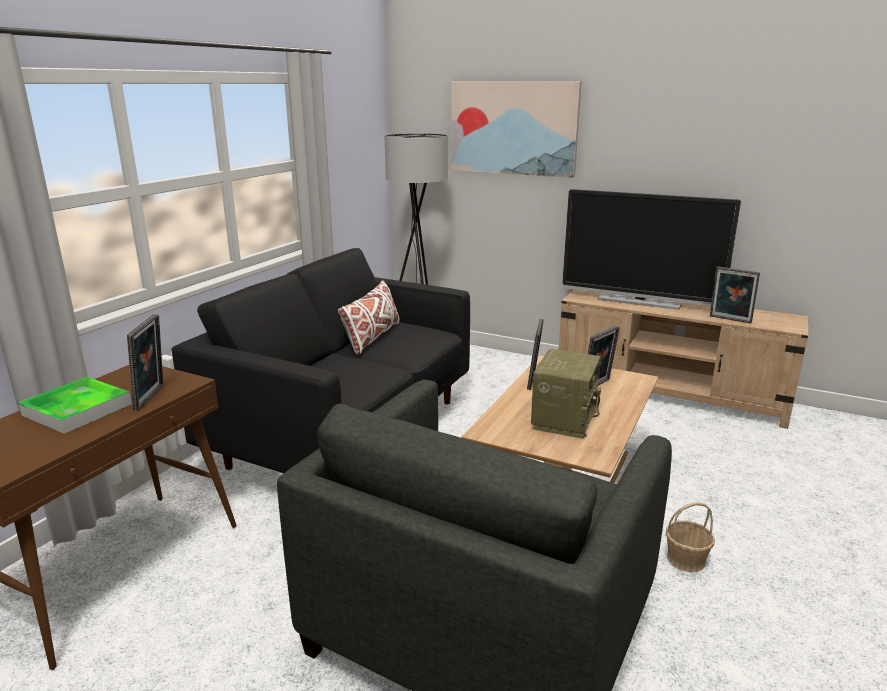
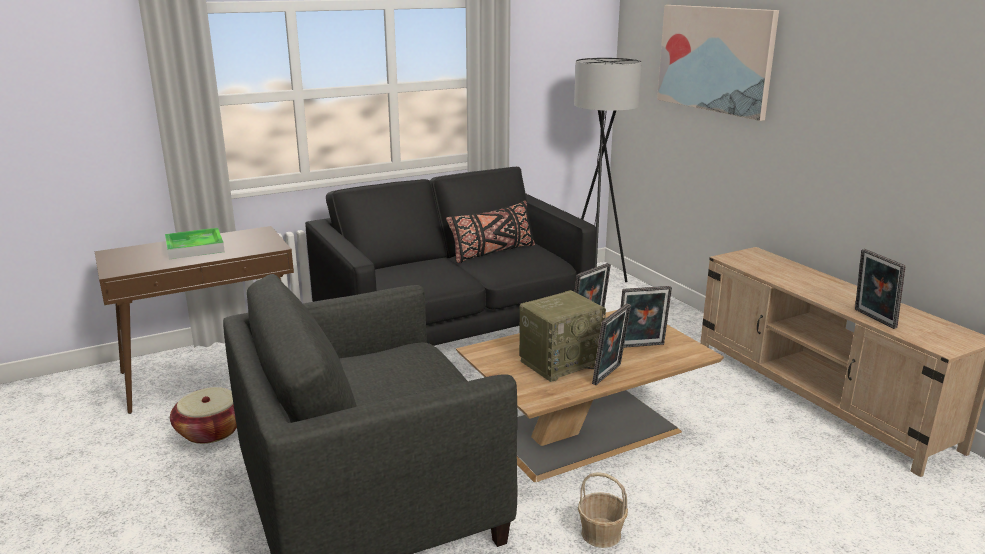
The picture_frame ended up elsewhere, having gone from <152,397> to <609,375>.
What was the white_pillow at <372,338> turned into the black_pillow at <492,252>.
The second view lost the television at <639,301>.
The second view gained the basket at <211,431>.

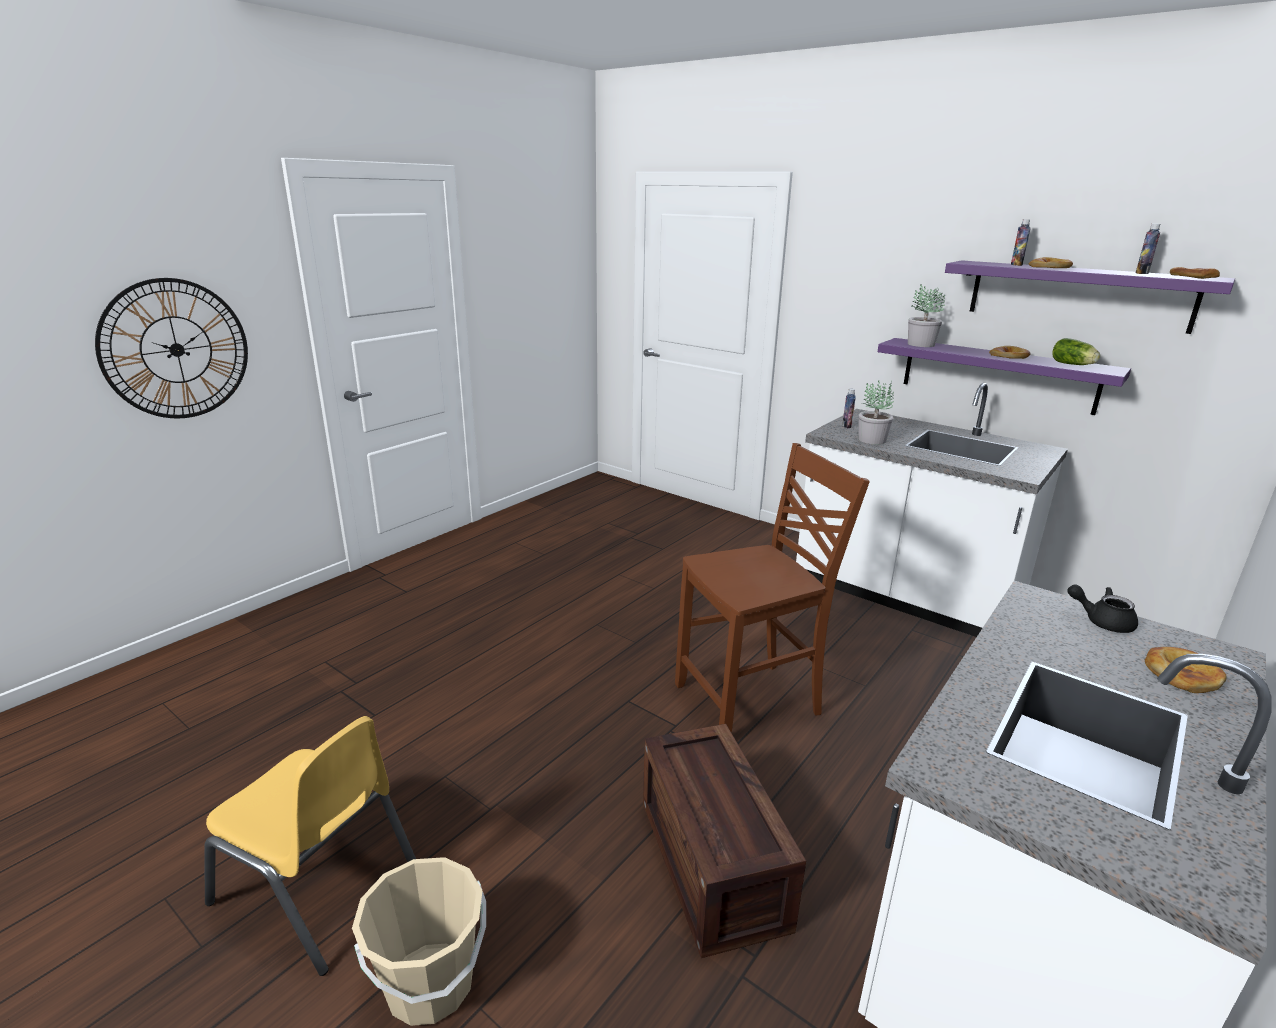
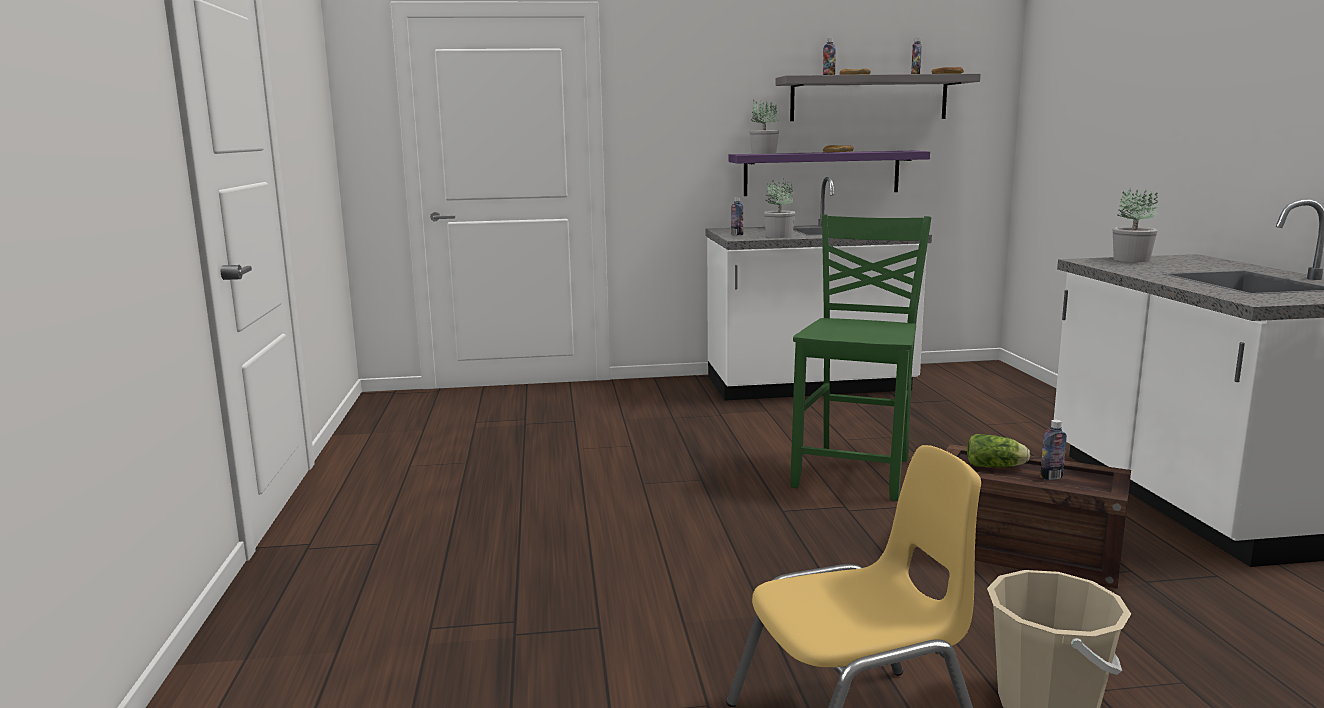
The second view lost the wall_clock at <176,349>.
What was the brown_chair at <751,701> turned into the green_chair at <856,473>.
What was the purple_shelf at <1078,295> turned into the grey_shelf at <869,98>.
The lettuce ended up elsewhere, having gone from <1074,365> to <997,467>.
Where the black_teapot stood at <1101,621>, the potted_plant came to stand at <1131,260>.
The second view lost the bread at <1182,674>.
The second view gained the bottle at <1051,477>.

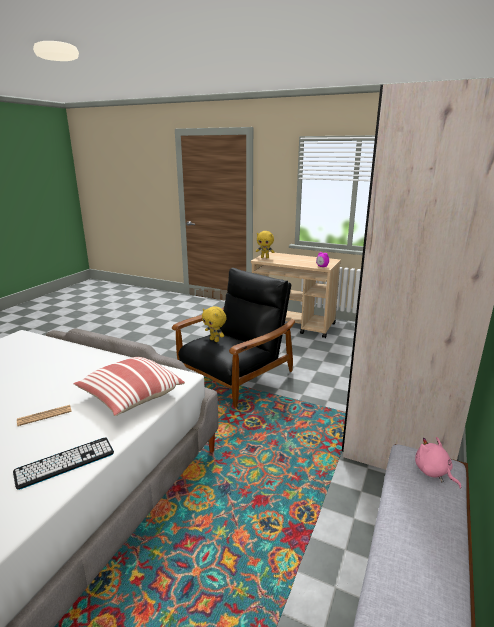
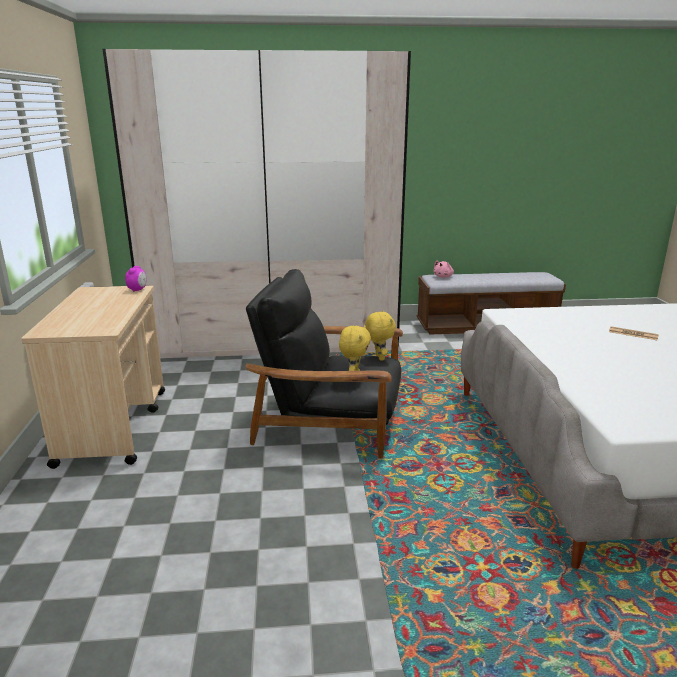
The second view lost the keyboard at <65,462>.
The second view lost the pillow at <130,396>.
The yellow_plush_toy ended up elsewhere, having gone from <265,257> to <379,358>.

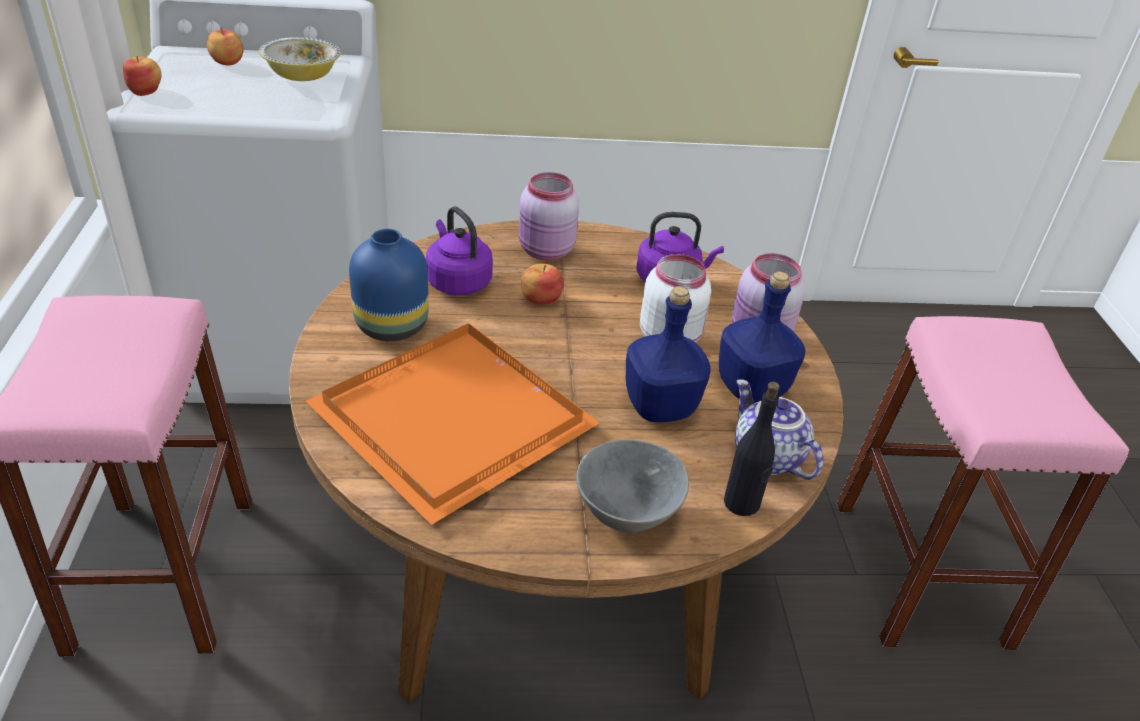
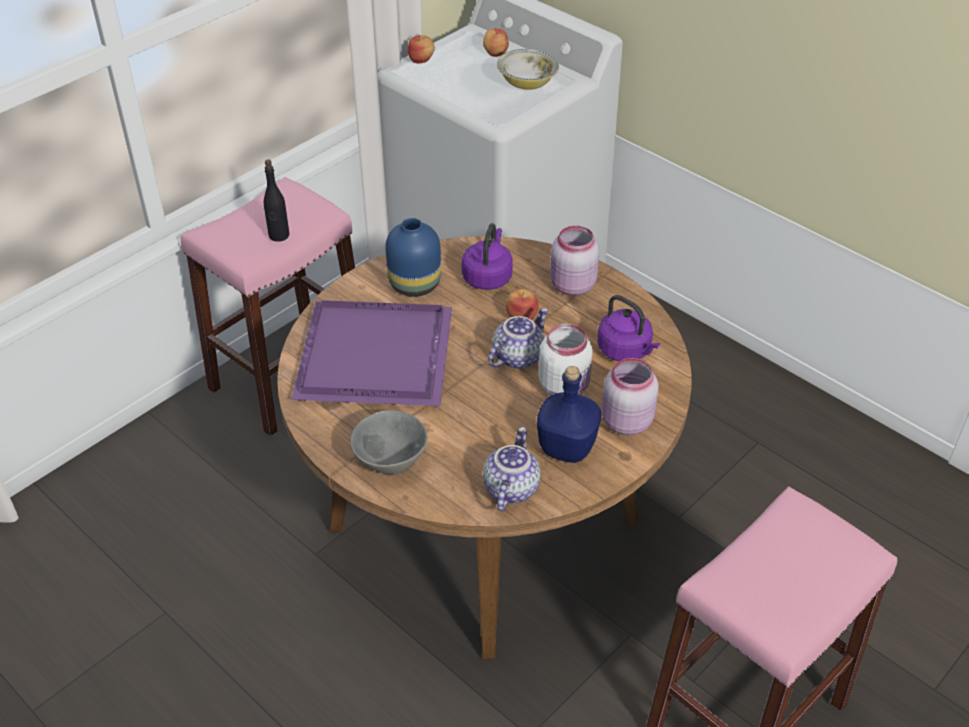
What was the orange_tray at <458,420> turned into the purple_tray at <377,358>.
The second view lost the blue_bottle at <661,406>.
The black_bottle ended up elsewhere, having gone from <742,503> to <279,235>.
The second view gained the teapot at <517,356>.

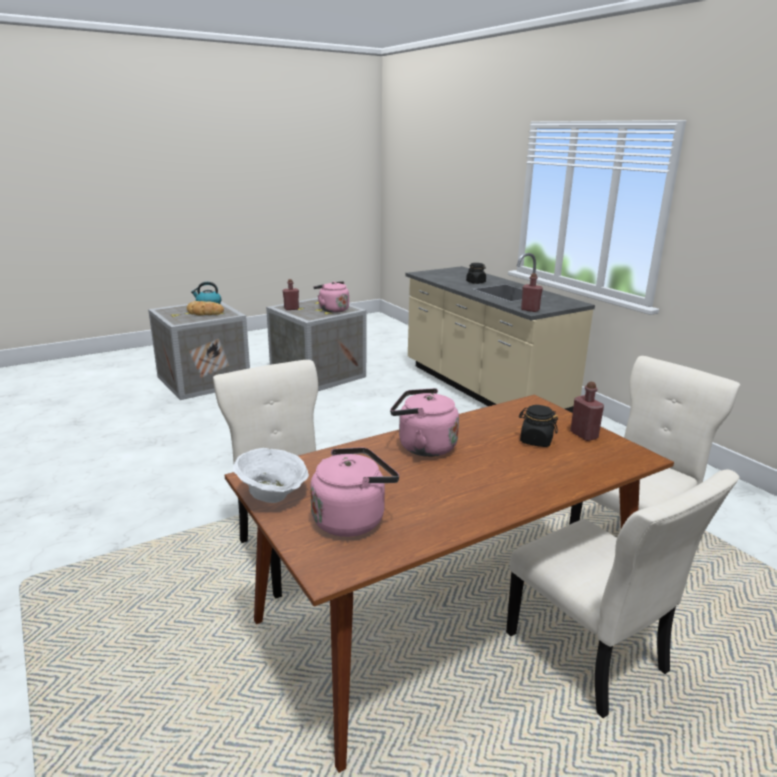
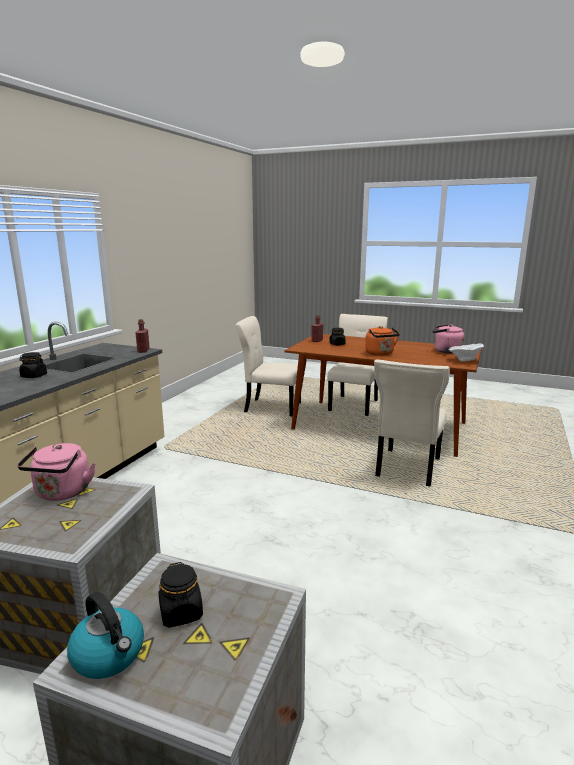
Where the bread stood at <204,312>, the black_jar came to stand at <181,613>.
The second view lost the red_bottle at <291,309>.
What was the pink_kettle at <423,447> turned into the orange_kettle at <380,353>.

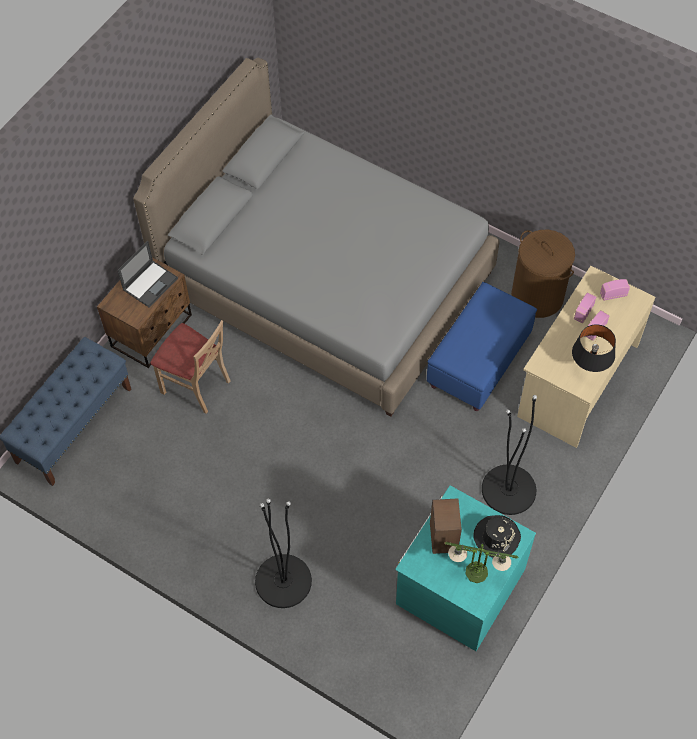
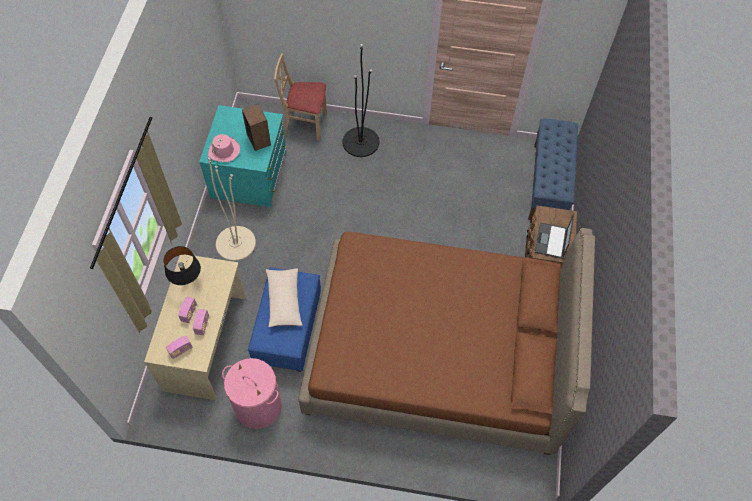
What was the grey_bed at <325,282> turned into the brown_bed at <437,353>.
The beige_chair ended up elsewhere, having gone from <196,385> to <305,123>.
The second view lost the table_lamp at <477,572>.
What was the black_hat at <496,537> turned into the pink_hat at <224,151>.
What was the black_floor_lamp at <508,489> turned into the beige_floor_lamp at <235,243>.
What was the brown_laundry_basket at <537,296> turned into the pink_laundry_basket at <258,406>.
The second view gained the beige_pillow at <284,300>.

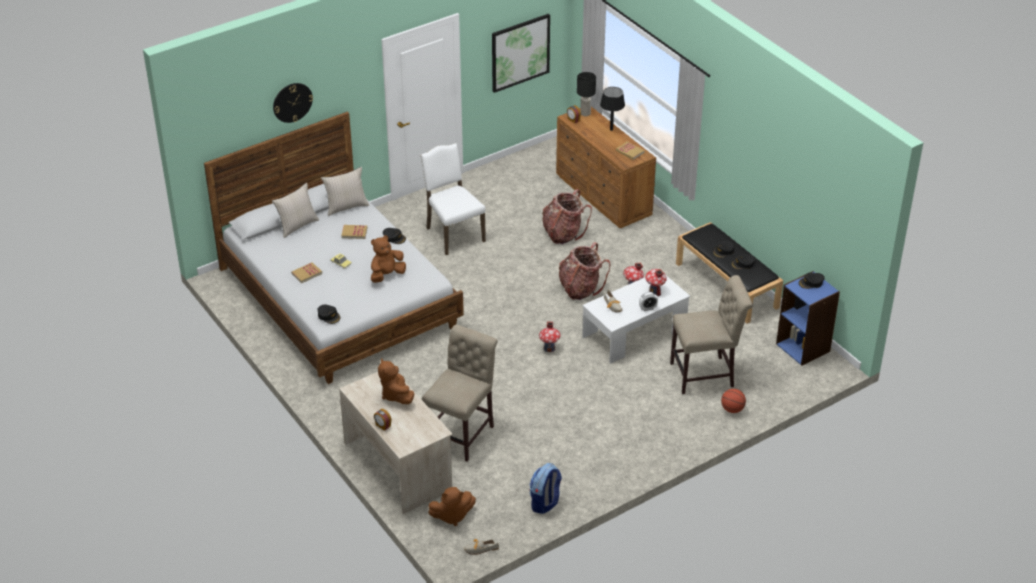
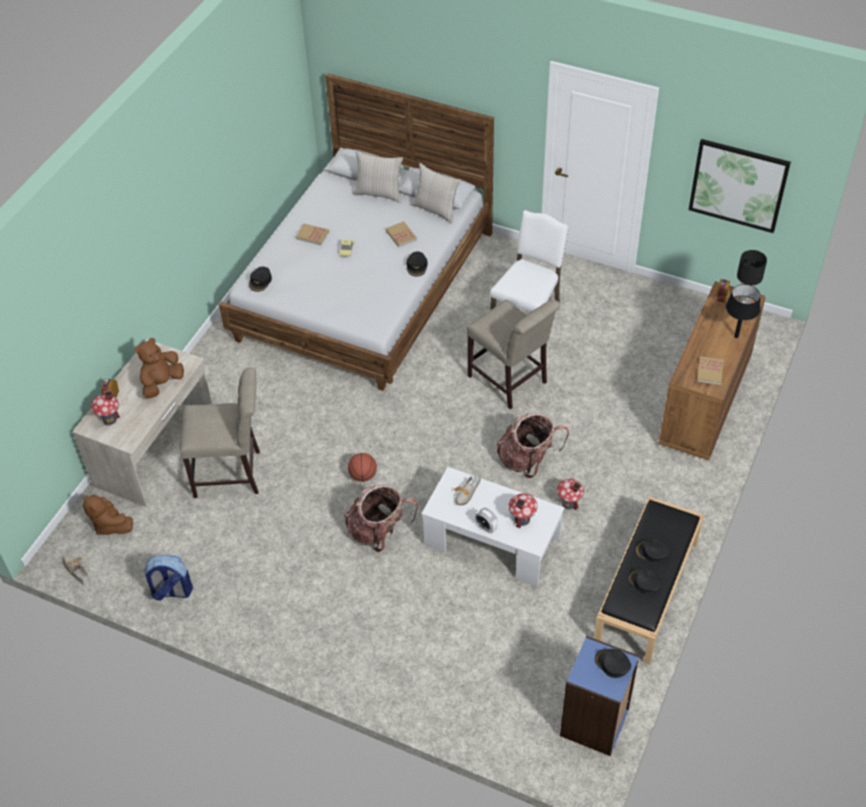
The second view lost the wall_clock at <292,102>.
The second view lost the brown_plush_toy at <386,275>.
The toy_house ended up elsewhere, having gone from <549,348> to <109,419>.
The backpack ended up elsewhere, having gone from <563,233> to <378,531>.
The beige_chair ended up elsewhere, having gone from <706,375> to <510,382>.
The basketball ended up elsewhere, having gone from <732,409> to <363,475>.

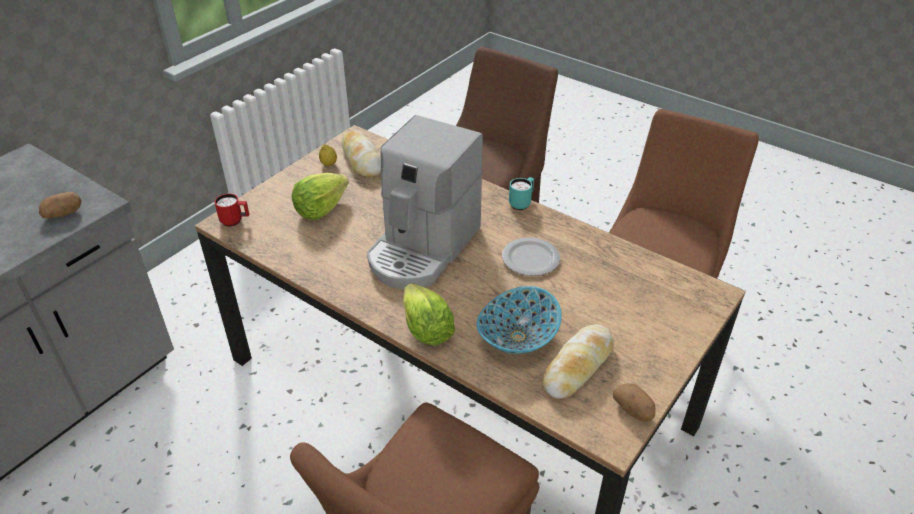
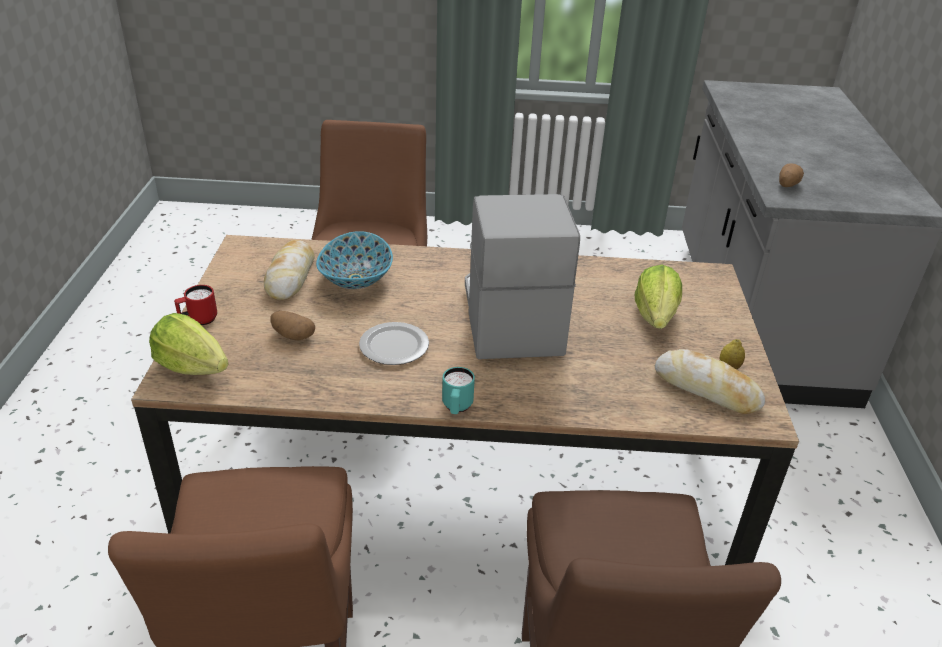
The red_mug ended up elsewhere, having gone from <235,221> to <198,320>.
The lettuce ended up elsewhere, having gone from <426,329> to <192,367>.
The potato ended up elsewhere, having gone from <633,410> to <292,336>.

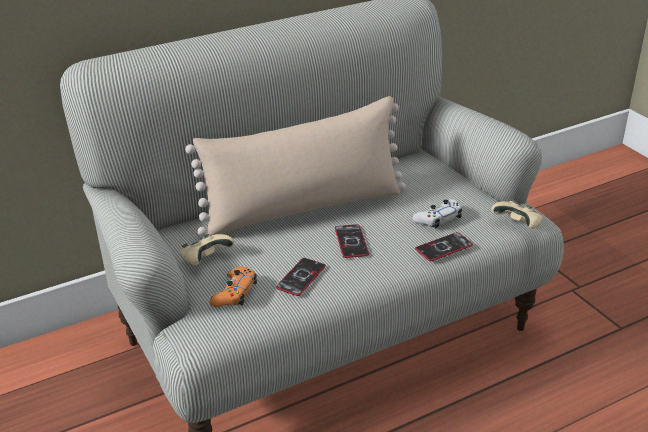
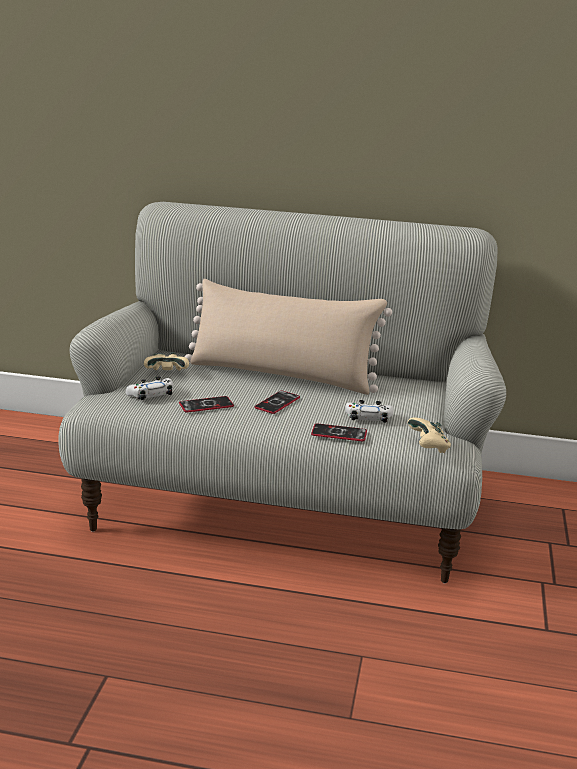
What was the orange_game_controller at <234,293> turned into the white_game_controller at <151,395>.

